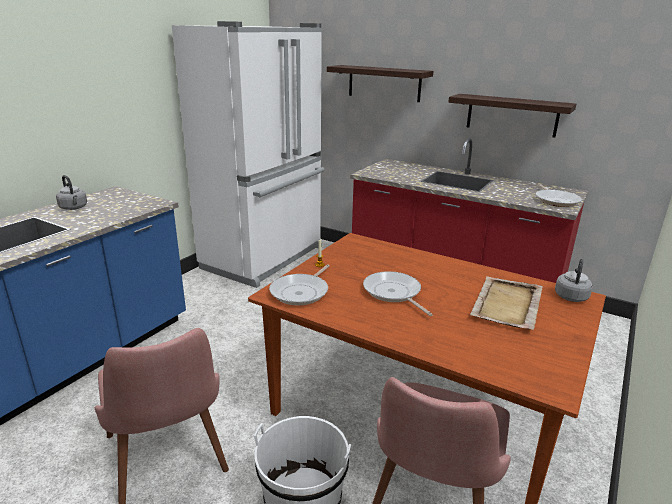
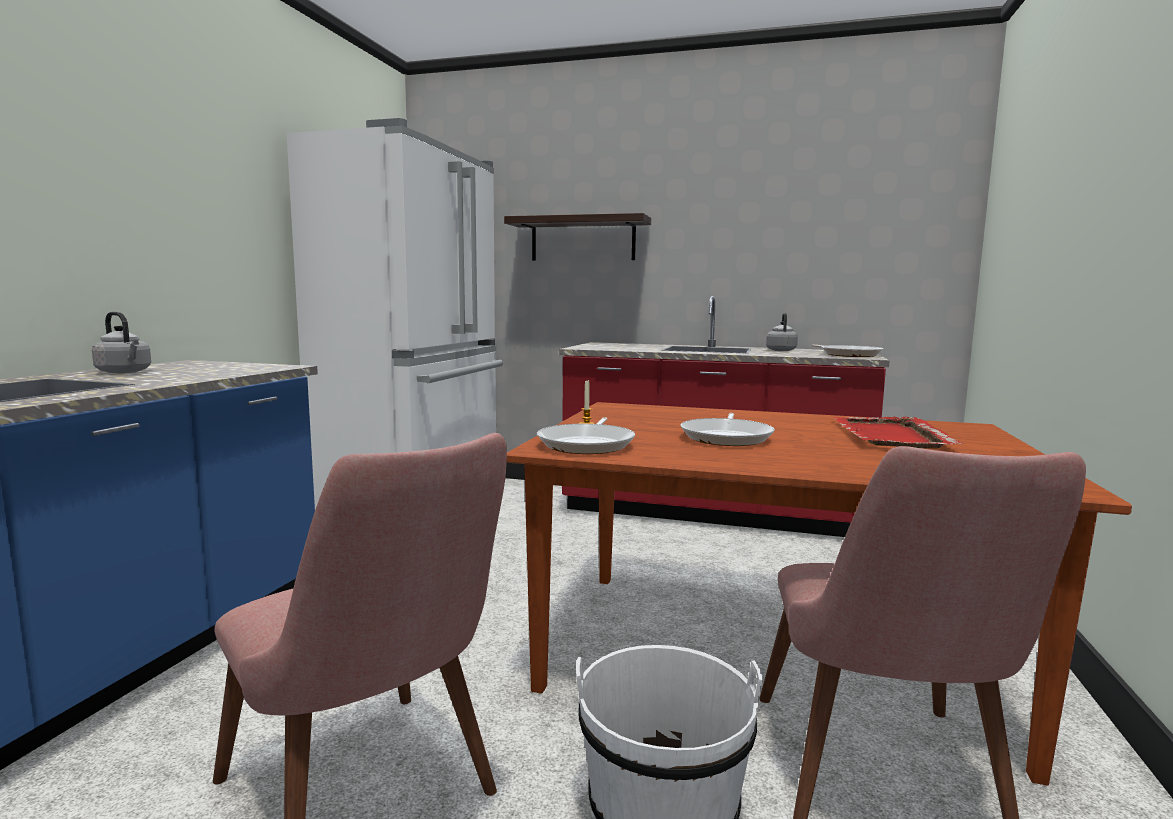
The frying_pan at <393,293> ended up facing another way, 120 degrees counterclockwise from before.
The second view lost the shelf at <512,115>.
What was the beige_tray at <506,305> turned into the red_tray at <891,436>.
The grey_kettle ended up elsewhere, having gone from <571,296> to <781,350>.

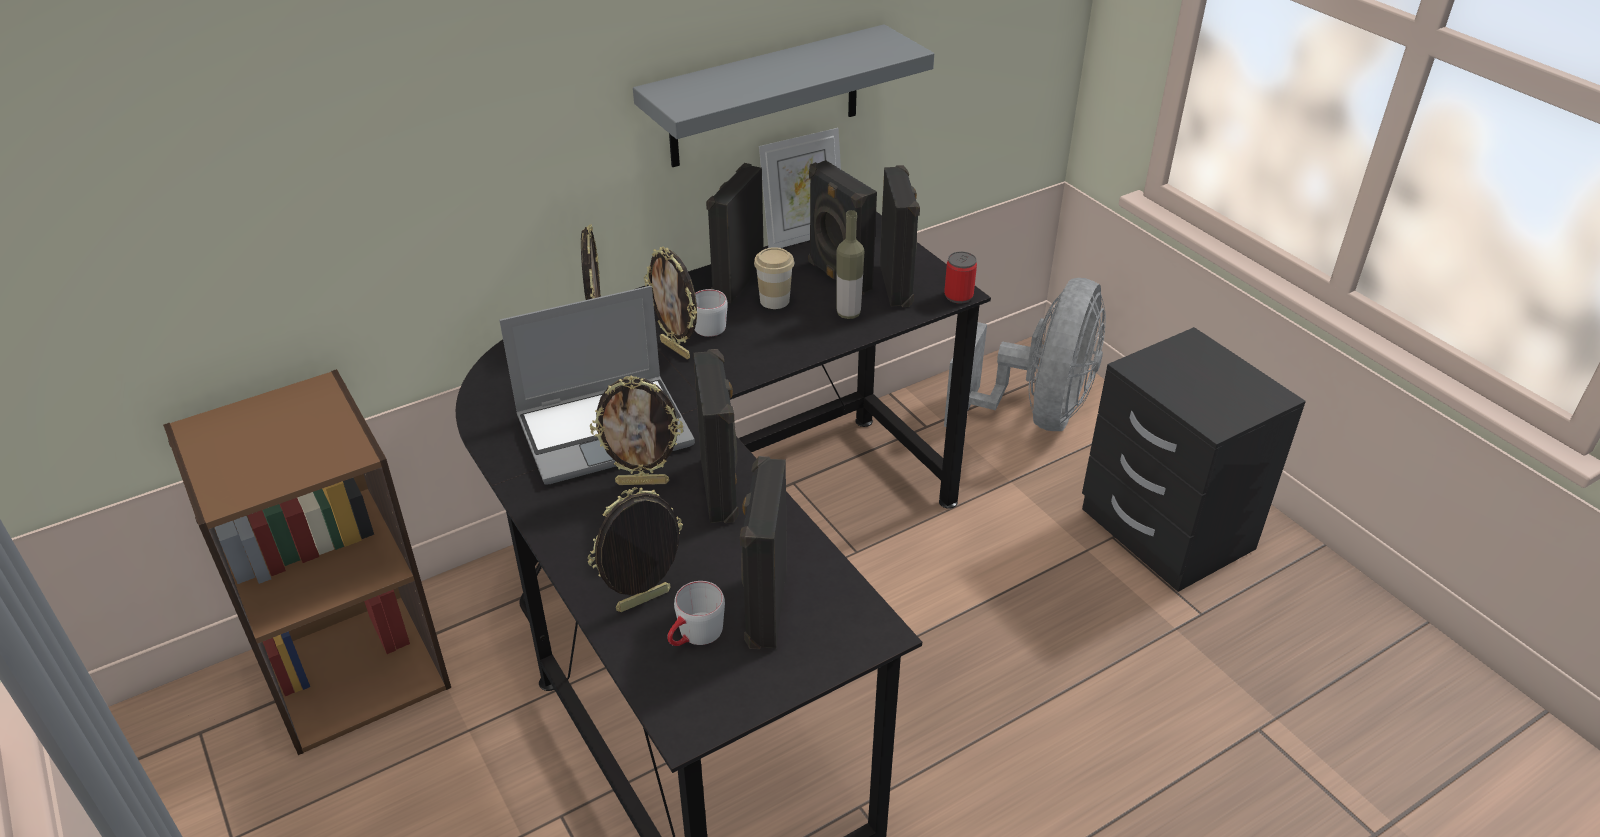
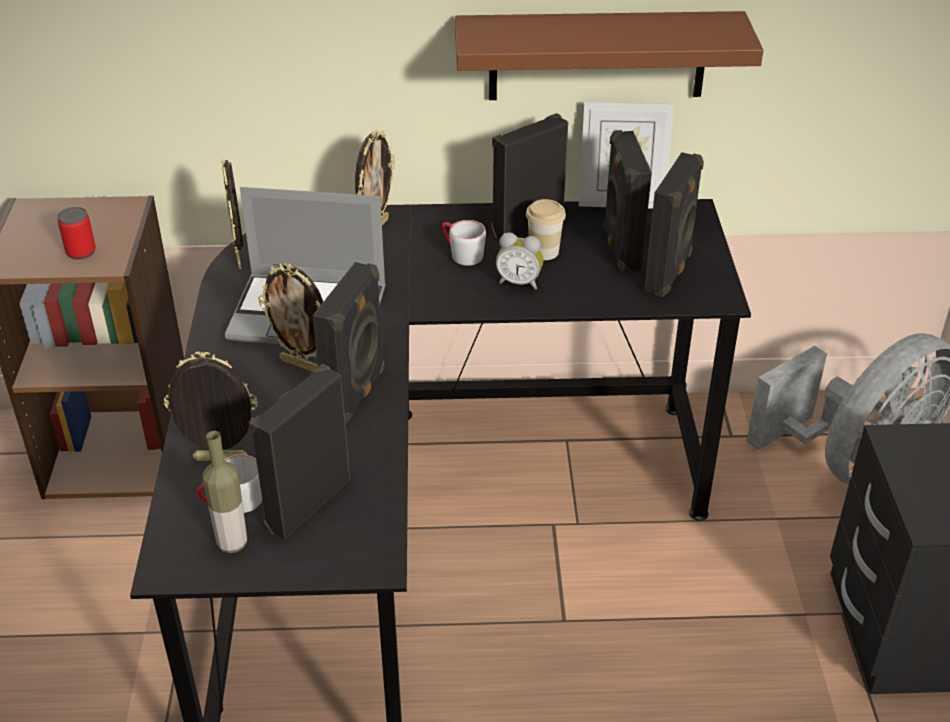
What was the grey_shelf at <765,97> turned into the brown_shelf at <597,56>.
The picture_frame ended up elsewhere, having gone from <676,349> to <240,258>.
The bottle ended up elsewhere, having gone from <848,313> to <232,543>.
The can ended up elsewhere, having gone from <958,296> to <81,252>.
The second view gained the alarm_clock at <519,282>.

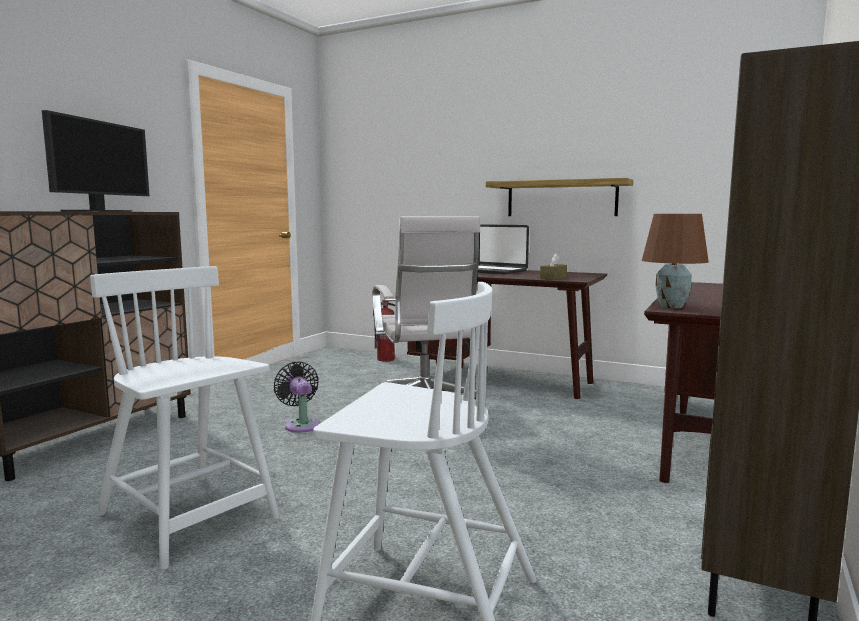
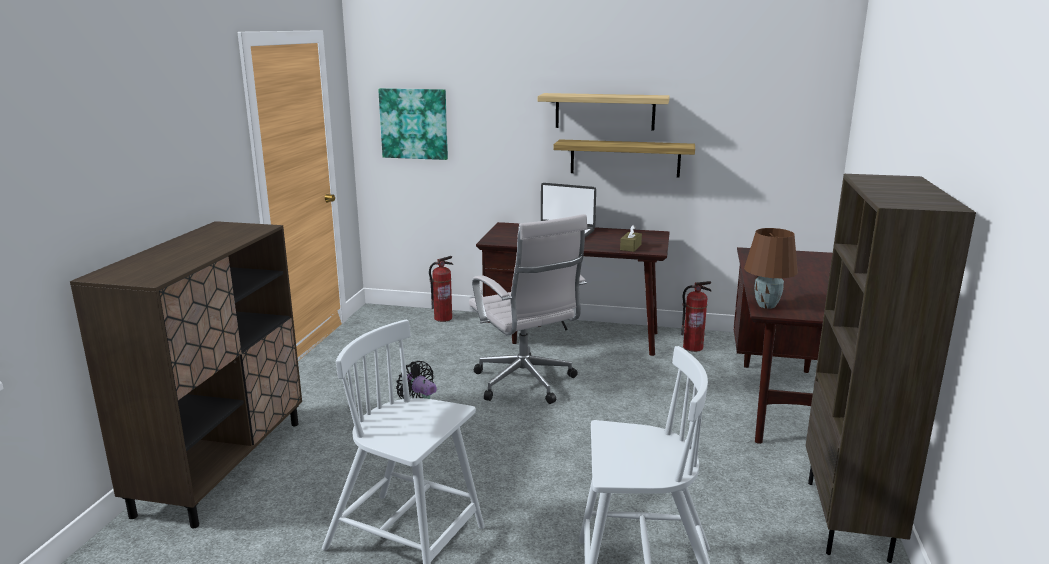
The second view lost the monitor at <98,211>.
The second view gained the picture at <414,123>.
The second view gained the shelf at <605,111>.
The second view gained the fire_extinguisher at <693,347>.

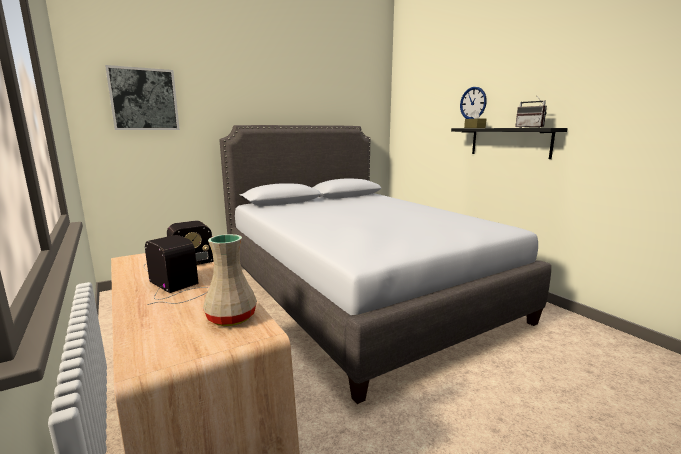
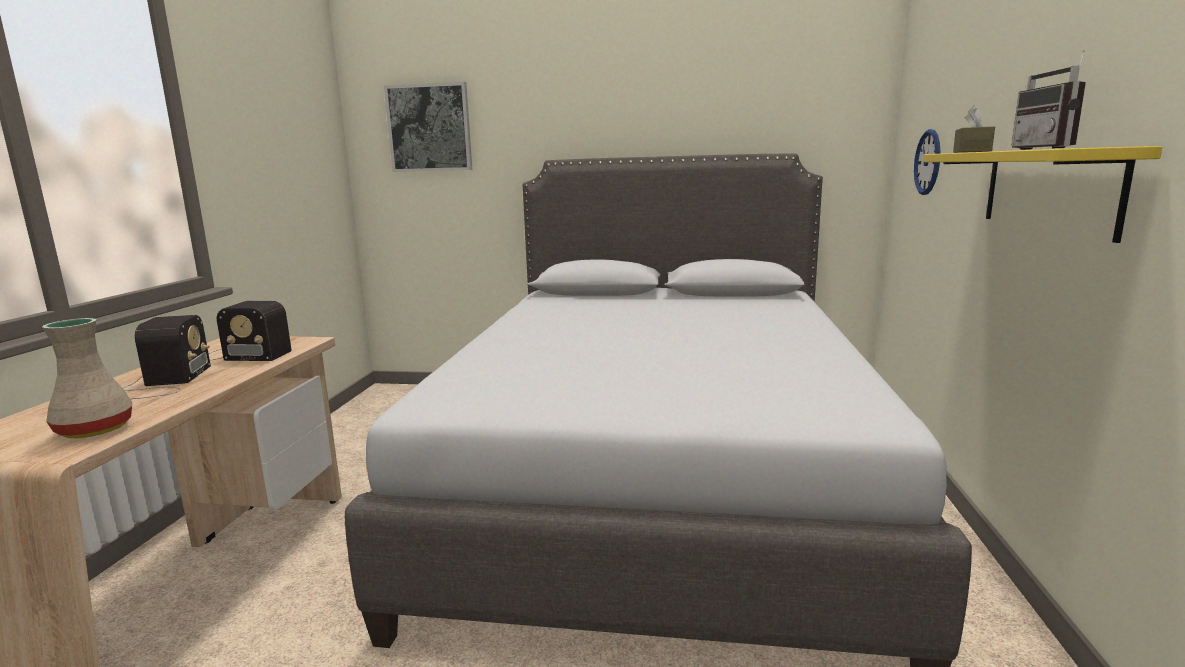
What was the black_shelf at <509,142> turned into the yellow_shelf at <1048,189>.
The wall_clock ended up elsewhere, having gone from <473,103> to <928,162>.

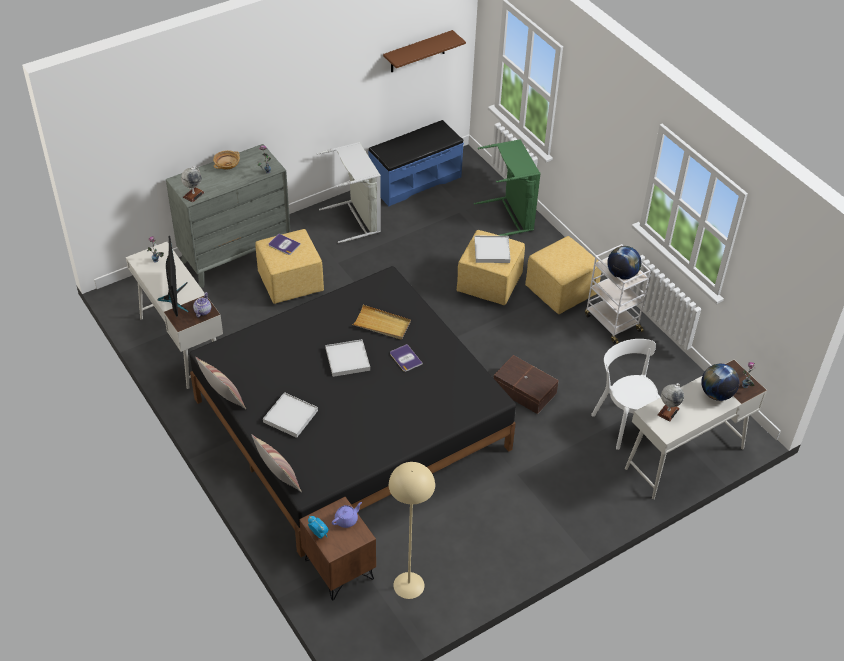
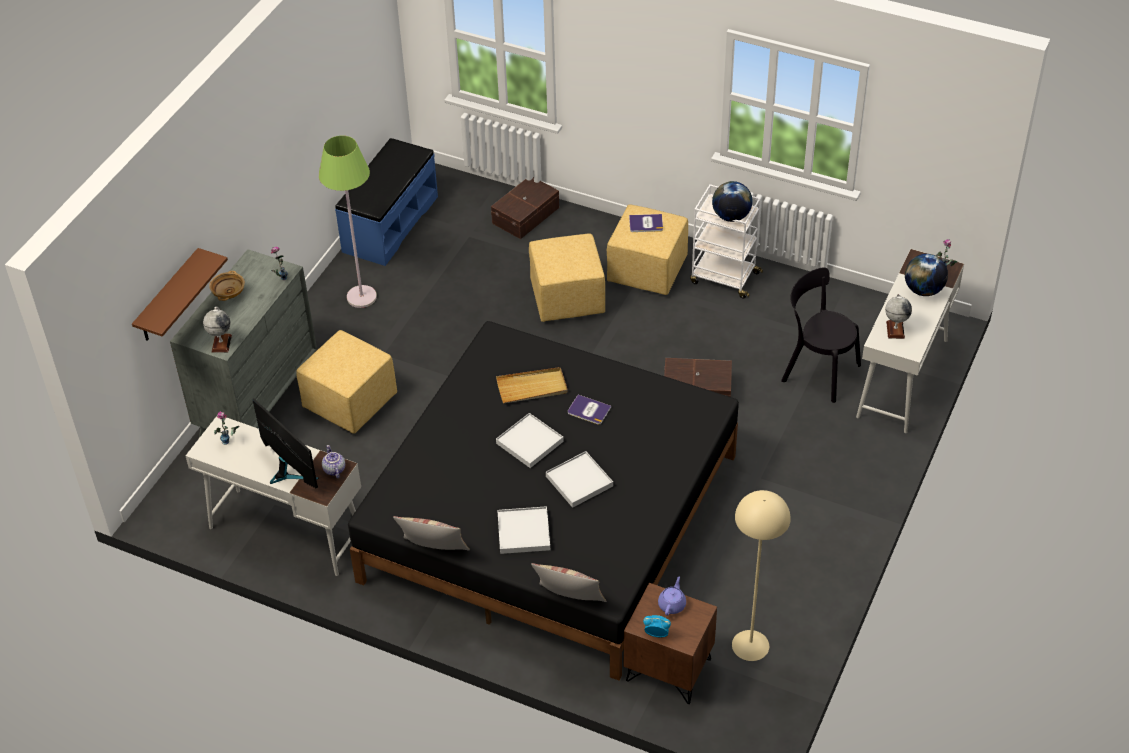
The book ended up elsewhere, having gone from <284,245> to <646,223>.
Where the grey_laundry_basket stood at <356,219>, the green_floor_lamp came to stand at <362,297>.
The brown_shelf ended up elsewhere, having gone from <418,52> to <168,297>.
Where the green_laundry_basket stood at <510,216>, the brown_storage_box came to stand at <527,215>.
The white_tray ended up elsewhere, having gone from <491,251> to <579,481>.
What was the white_chair at <624,421> turned into the black_chair at <817,371>.

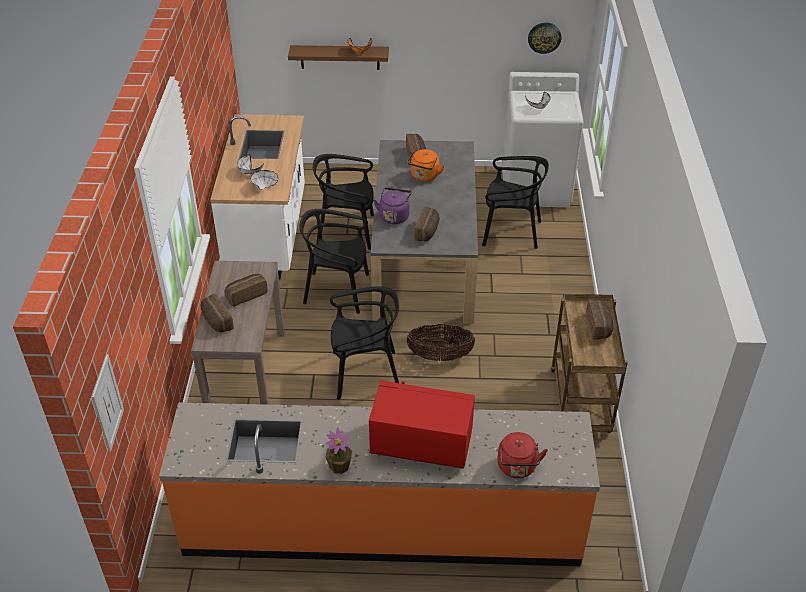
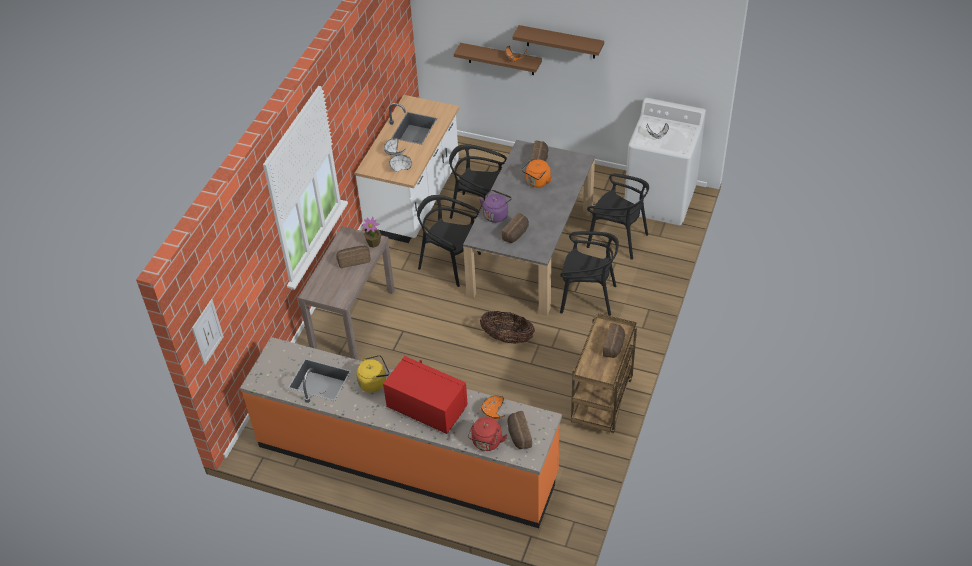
The bread ended up elsewhere, having gone from <216,321> to <518,435>.
The potted_plant ended up elsewhere, having gone from <339,466> to <373,243>.
The black_chair ended up elsewhere, having gone from <365,373> to <587,297>.
The second view lost the wall_clock at <544,37>.
The second view gained the yellow_kettle at <374,382>.
The second view gained the orange_bowl at <493,413>.
The second view gained the brown_shelf at <561,42>.

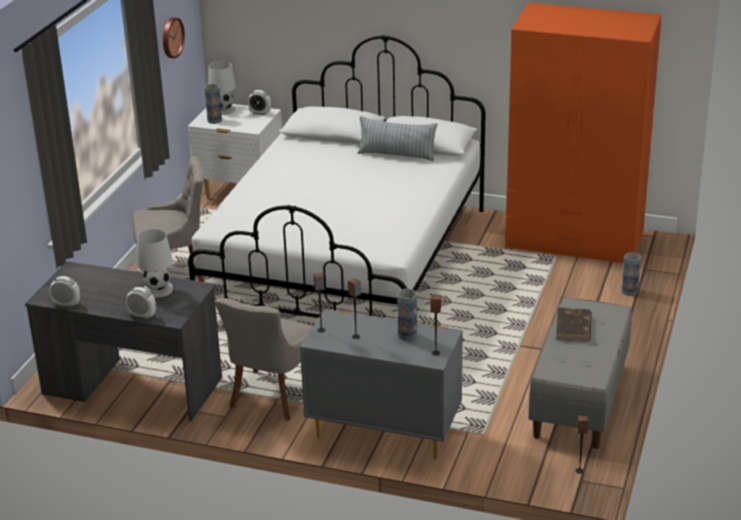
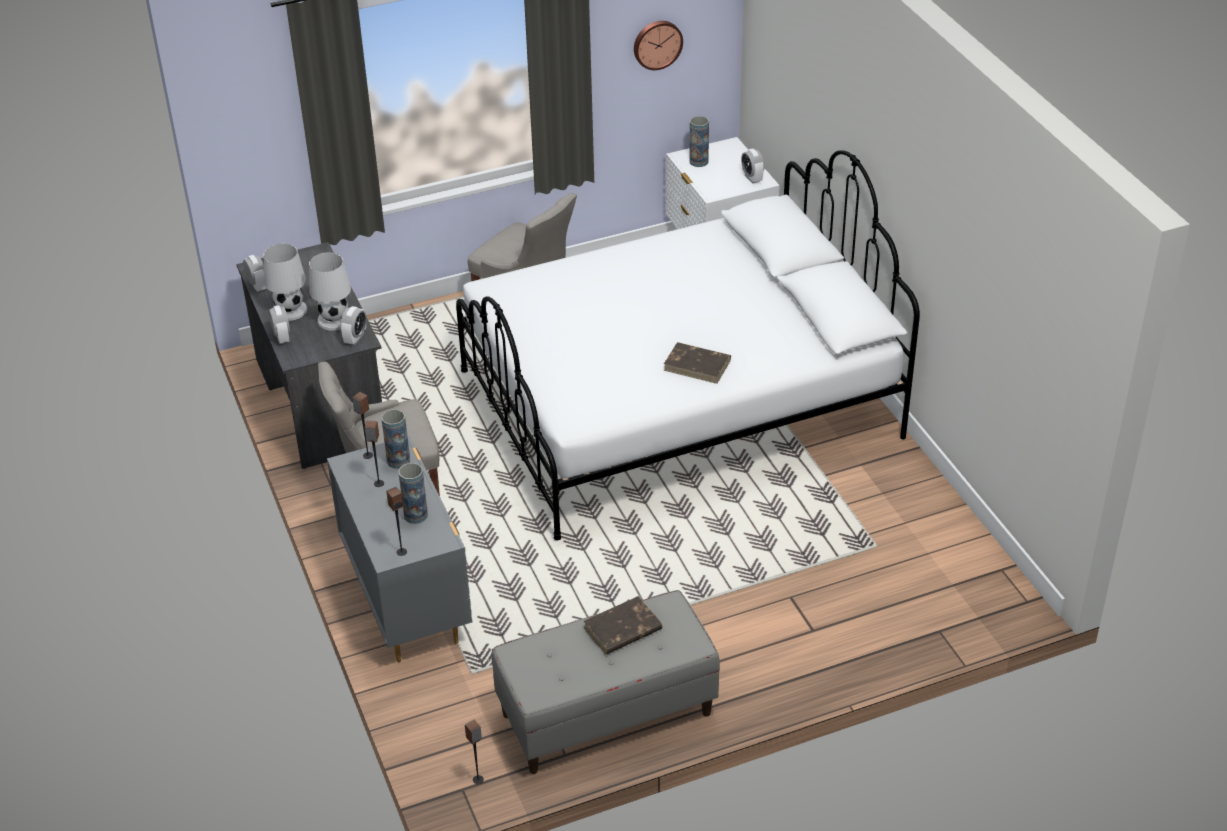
The white_table_lamp ended up elsewhere, having gone from <224,110> to <290,310>.
The second view lost the pillow at <397,155>.
The second view lost the orange_wardrobe at <575,240>.
The vase ended up elsewhere, having gone from <629,291> to <398,461>.
The second view gained the alarm_clock at <355,338>.
The second view gained the brown_book at <698,365>.

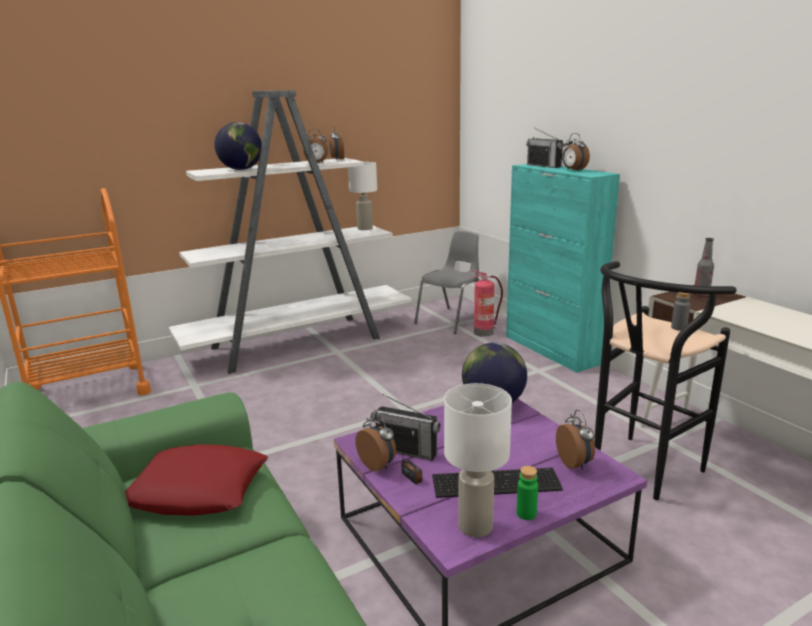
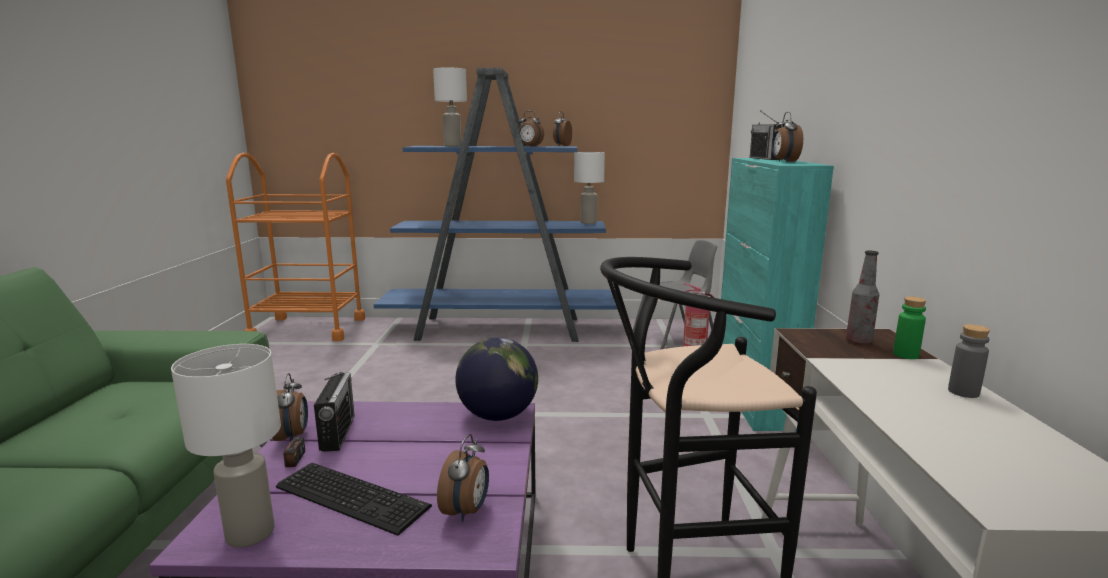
The second view lost the red_pillow at <198,489>.
What was the white_bookcase at <299,343> turned into the blue_bookcase at <502,329>.
Where the globe stood at <241,169>, the white_table_lamp came to stand at <453,146>.
The radio at <407,451> ended up facing another way, 150 degrees counterclockwise from before.
The green_bottle ended up elsewhere, having gone from <526,513> to <905,355>.
The grey_bottle ended up elsewhere, having gone from <679,328> to <963,392>.

